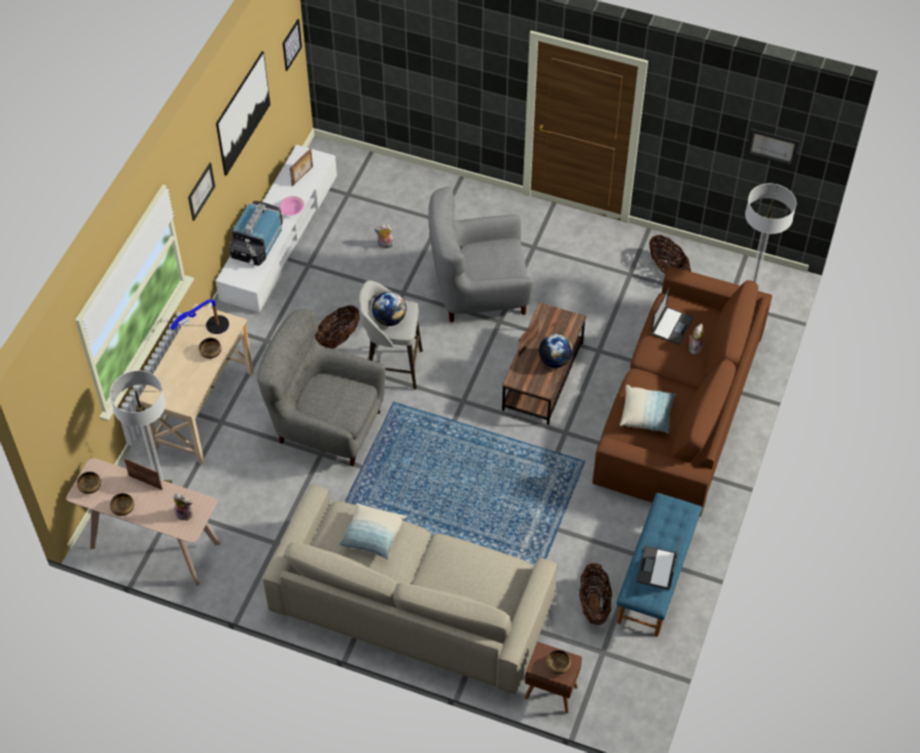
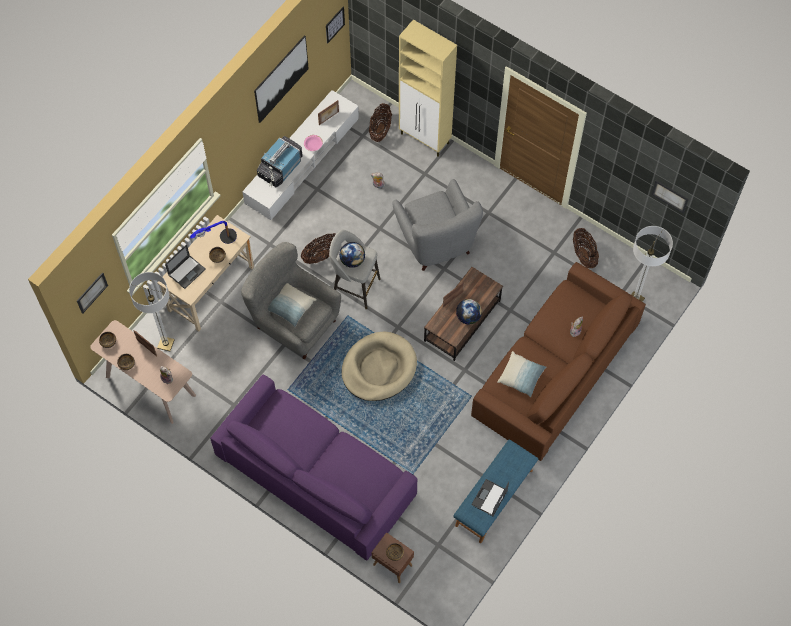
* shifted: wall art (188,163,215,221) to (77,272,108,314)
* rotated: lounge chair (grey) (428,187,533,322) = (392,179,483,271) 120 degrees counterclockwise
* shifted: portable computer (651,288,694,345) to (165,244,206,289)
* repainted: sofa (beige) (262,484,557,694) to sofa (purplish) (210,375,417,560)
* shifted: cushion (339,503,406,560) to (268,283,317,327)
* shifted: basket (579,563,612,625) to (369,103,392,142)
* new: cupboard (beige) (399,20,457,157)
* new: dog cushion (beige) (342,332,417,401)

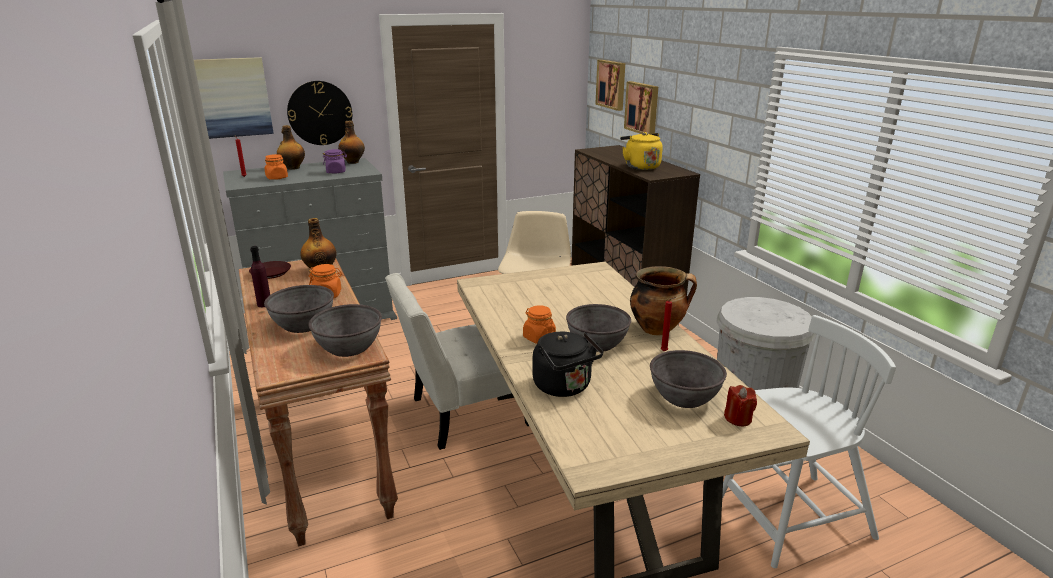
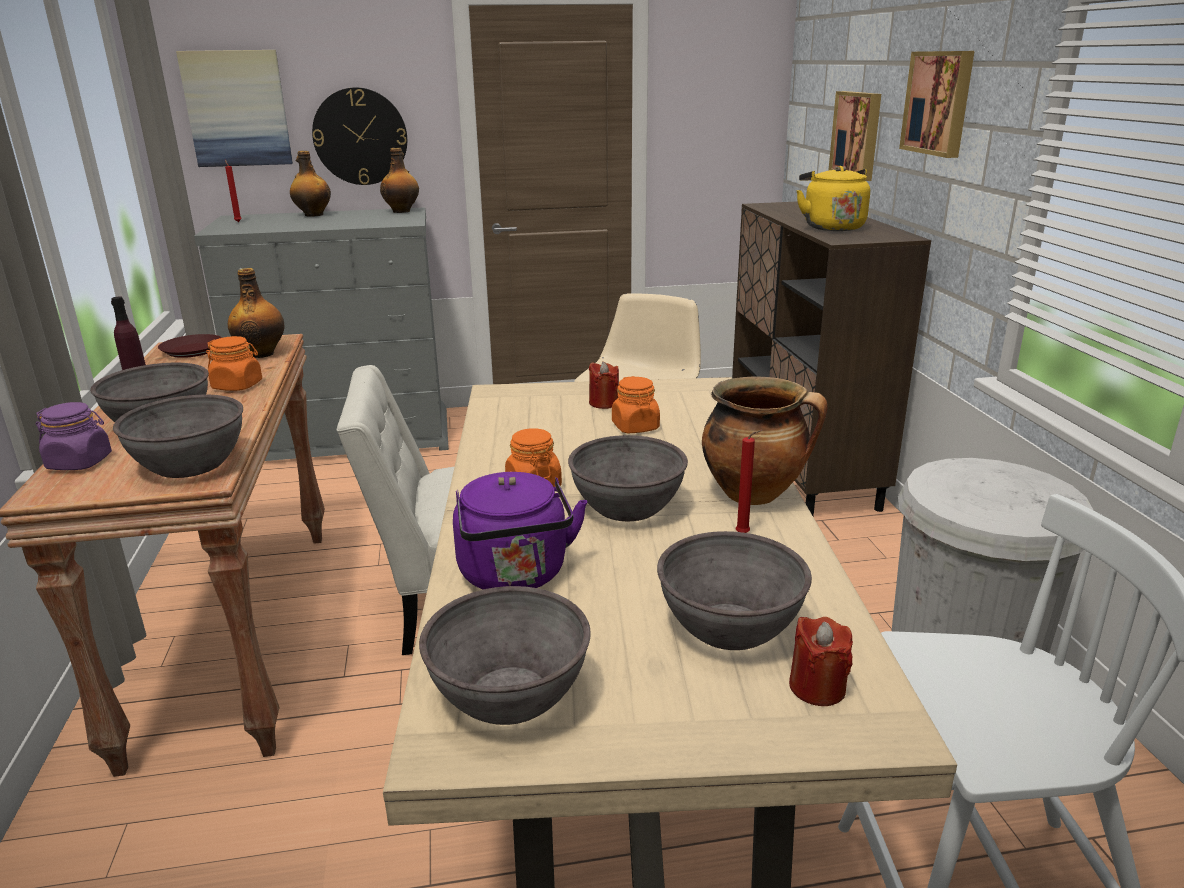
* shifted: wall art (595,60,625,111) to (899,51,974,158)
* shifted: preserve jar (purplish) (323,149,347,174) to (36,402,112,470)
* shifted: preserve jar (orange-coloured) (265,154,288,180) to (612,376,660,433)
* repainted: kettle (black-coloured) (532,332,603,397) to kettle (purplish) (453,472,587,590)
* new: wax light (reddish) (589,361,619,409)
* new: bowl (grey) (419,586,591,725)

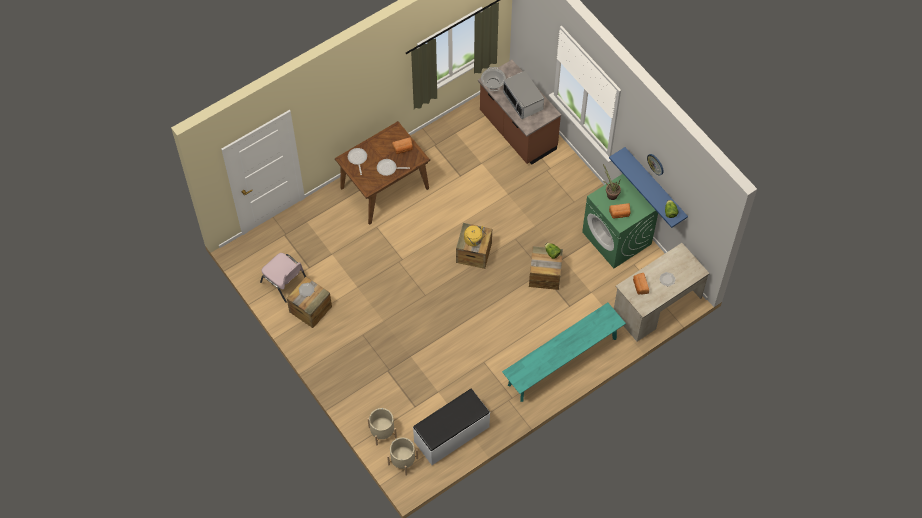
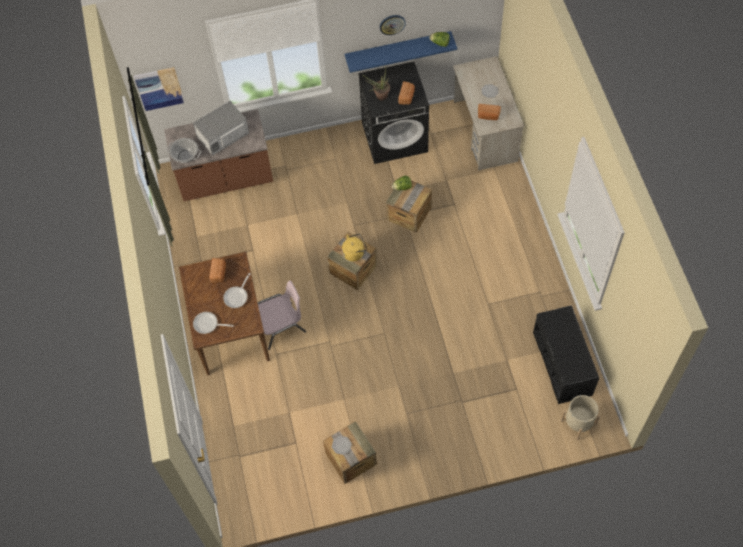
* rotated: microwave oven (503,71,544,119) = (193,101,249,156) 150 degrees clockwise
* repainted: washing machine (green-coloured) (582,174,658,268) to washing machine (black-coloured) (358,61,429,164)
* shifted: chair (pinkish) (260,253,306,303) to (258,280,306,350)
* gone: long seat (turquoise-coloured) (502,302,626,402)
* repainted: long seat (whitish) (413,389,490,465) to long seat (black-coloured) (533,305,599,404)
* gone: plant pot (beige) (367,408,397,445)
* new: wall art (134,67,185,111)

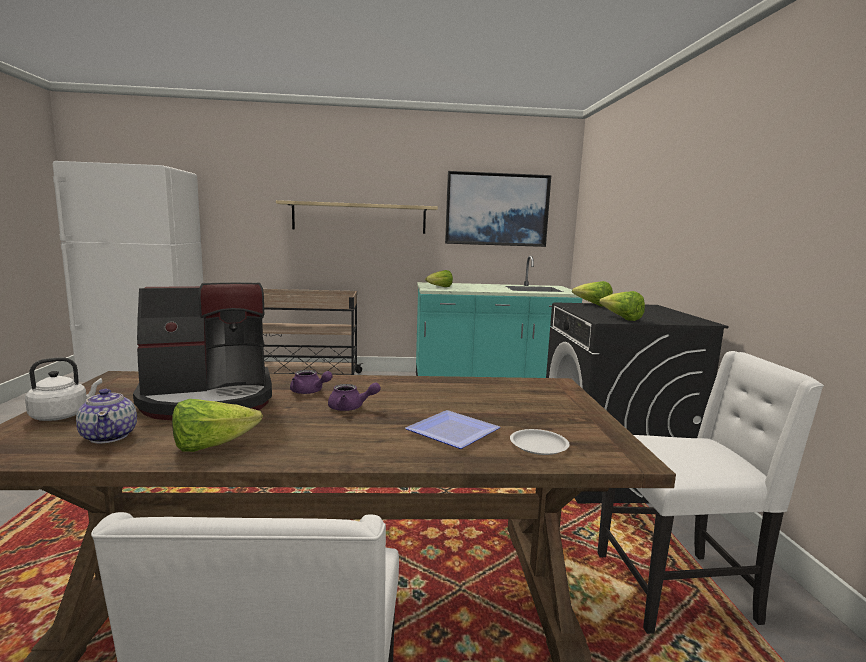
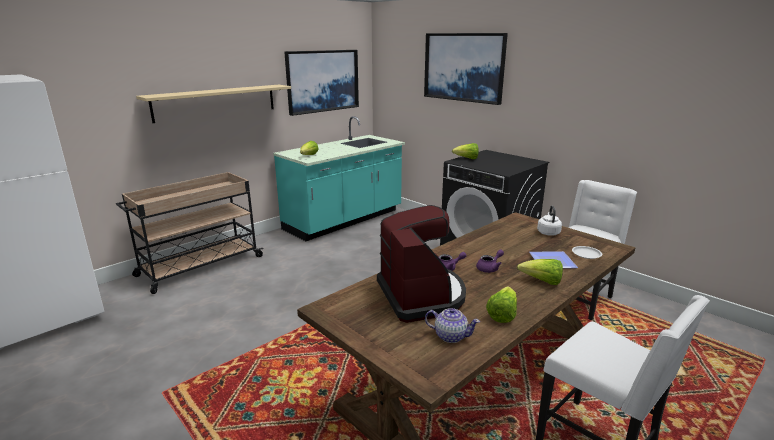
* rotated: coffee brewer (133,282,272,421) = (377,205,466,323) 45 degrees counterclockwise
* shifted: lettuce head (599,291,645,321) to (517,259,563,285)
* shifted: kettle (whitish) (25,357,102,421) to (537,206,562,236)
* new: wall art (424,33,508,105)

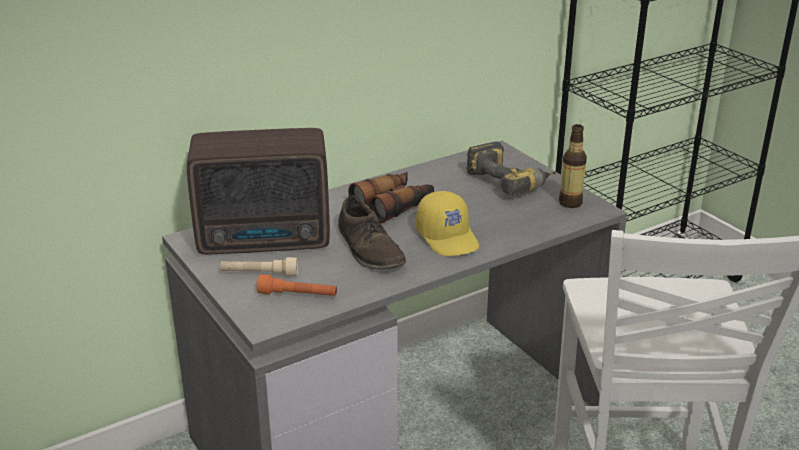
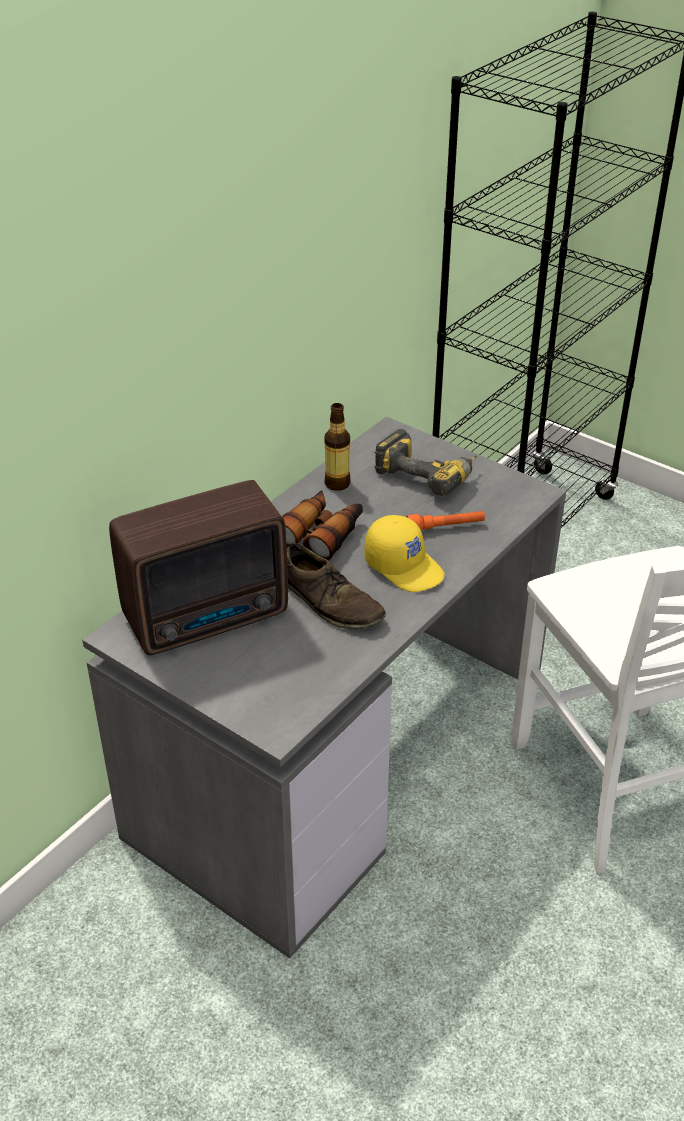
* shifted: drink bottle (559,124,587,208) to (325,403,351,491)
* gone: hand torch (beige) (220,257,298,276)
* shifted: hand torch (orange-coloured) (257,274,337,296) to (407,511,485,531)

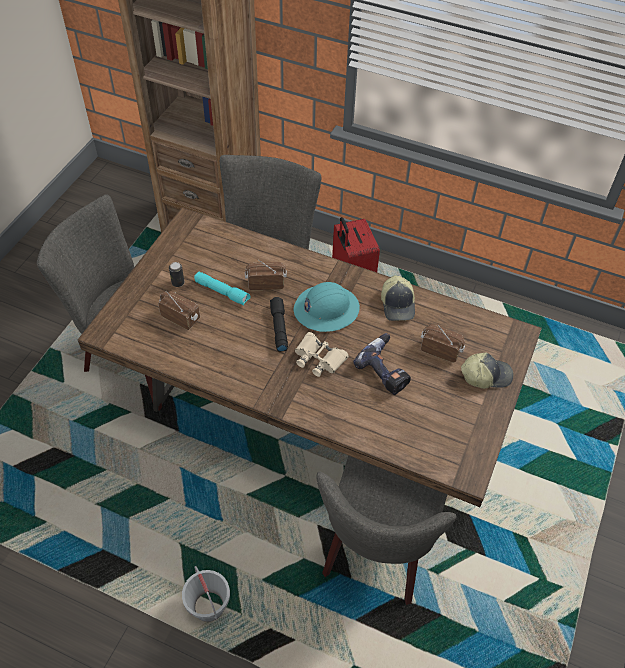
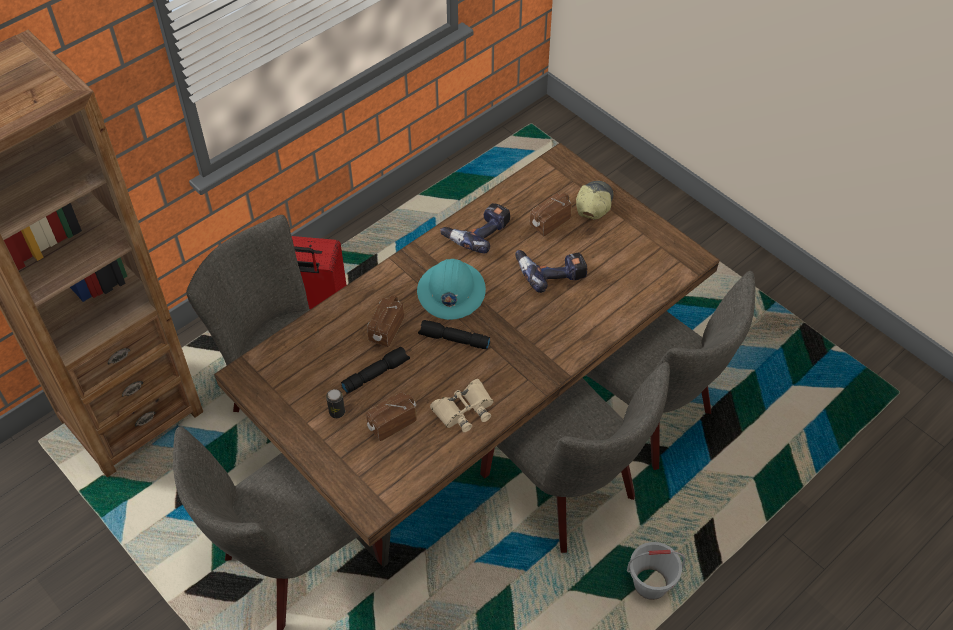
* repainted: hand torch (turquoise-coloured) (194,272,251,305) to hand torch (black-coloured) (341,347,410,393)
* swapped: baseball cap (381,275,415,321) to power drill (440,203,510,254)
* shifted: field glasses (beige) (295,332,349,377) to (430,379,493,432)
* new: chair (grey) (480,362,670,553)

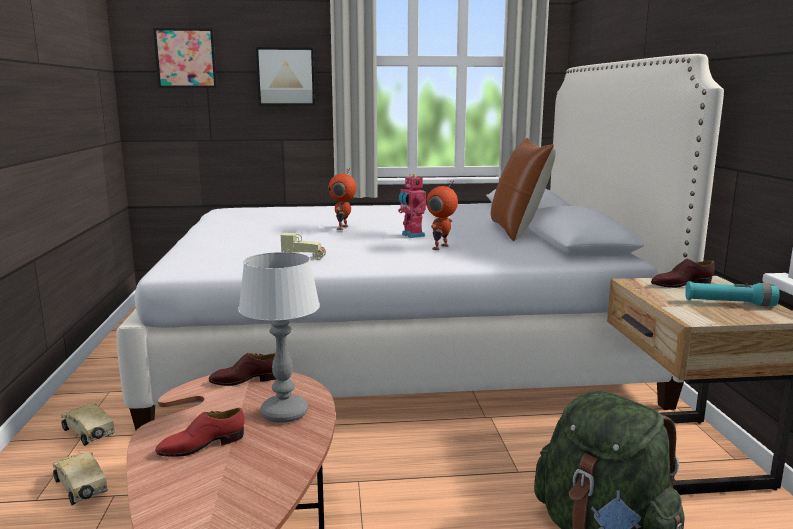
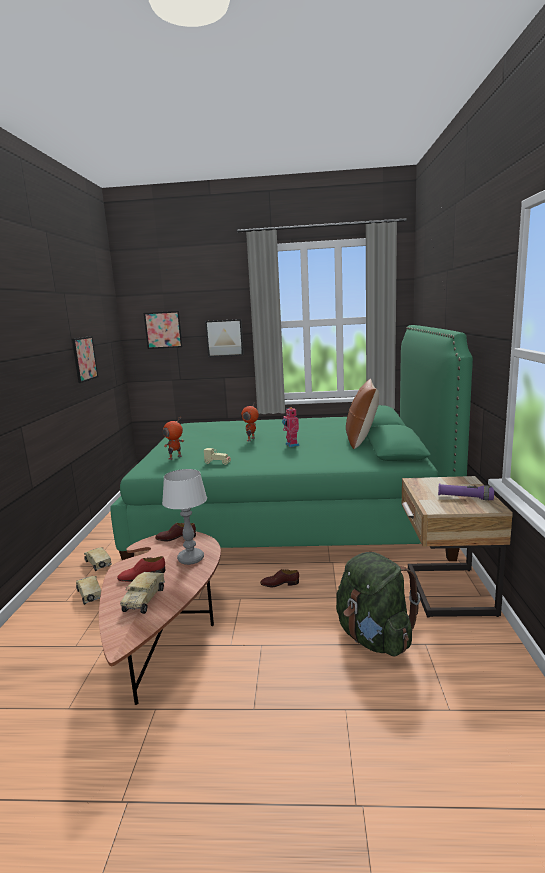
* repainted: sleeping bed (whitish) (116,54,724,430) to sleeping bed (green-coloured) (110,325,473,561)
* shifted: model robot (426,180,458,250) to (163,421,184,460)
* shifted: item of footwear (brown-coloured) (651,259,715,288) to (260,569,299,587)
* repainted: hand torch (turquoise-coloured) (685,281,780,306) to hand torch (purplish) (438,484,494,500)
* new: wall art (72,336,98,383)
* new: model truck (120,570,165,614)

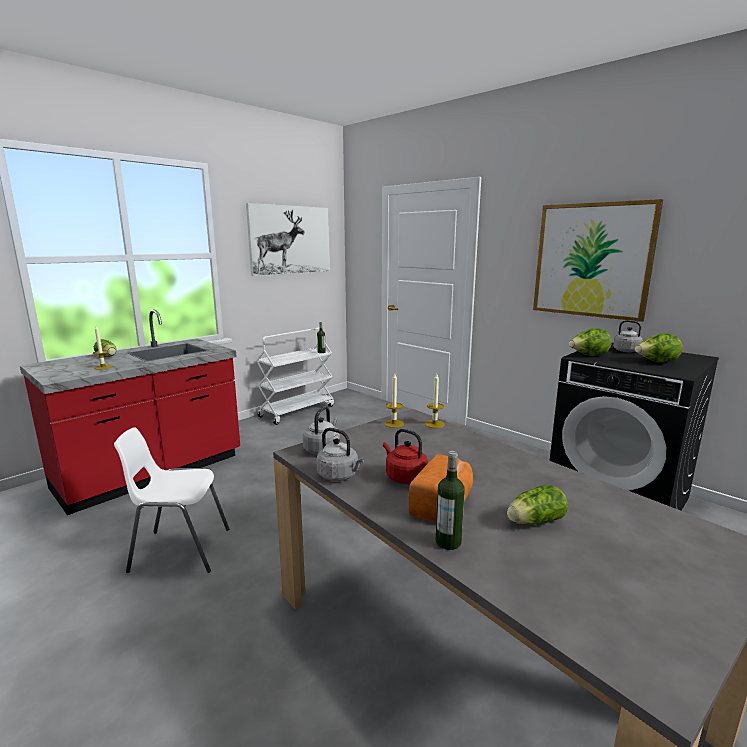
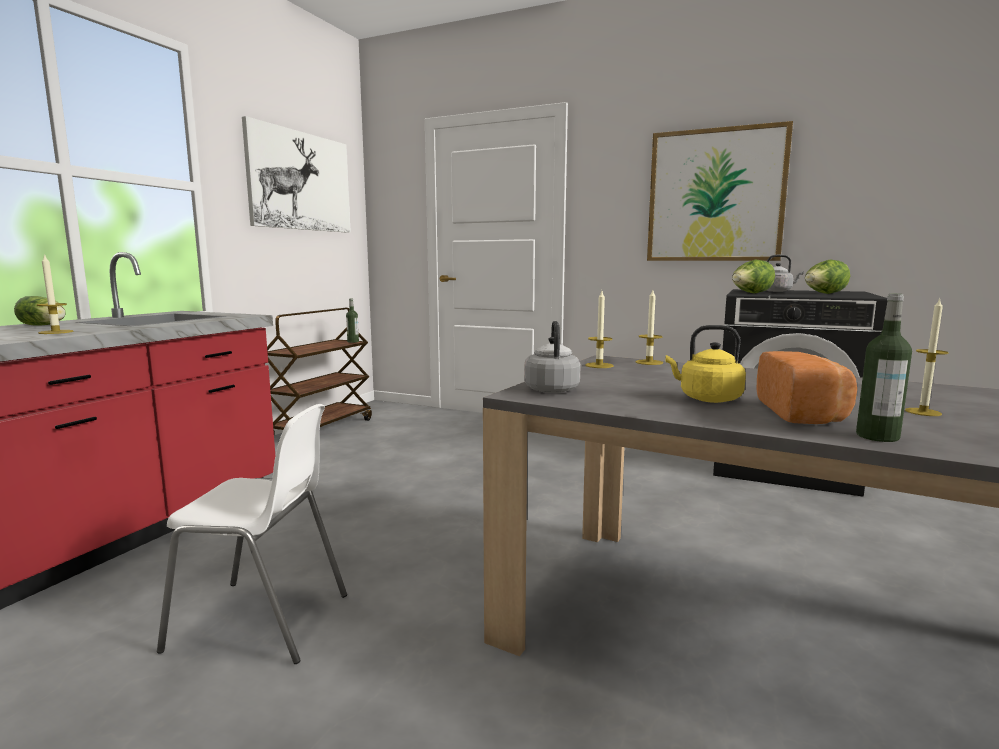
* repainted: wheeled cart (whitish) (256,328,334,425) to wheeled cart (brown-coloured) (267,308,372,435)
* rotated: chair (whitish) (114,427,229,573) = (157,404,347,664) 150 degrees counterclockwise
* gone: kettle (grey) (316,428,364,481)
* repainted: kettle (reddish) (383,429,428,484) to kettle (yellow-coloured) (666,325,746,403)
* swapped: lettuce head (507,485,568,525) to wax light (905,298,948,416)

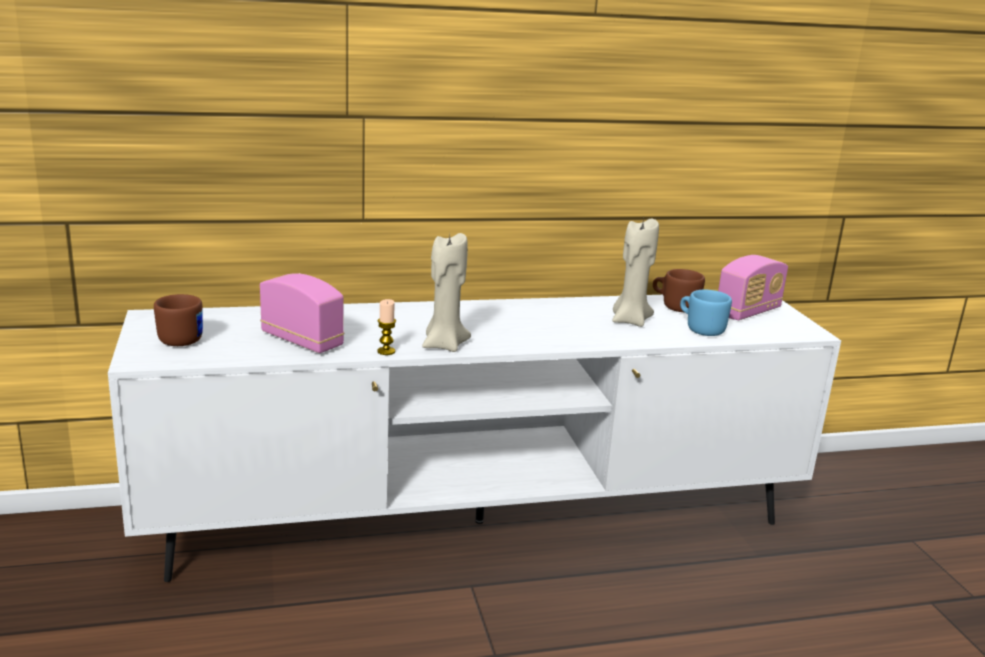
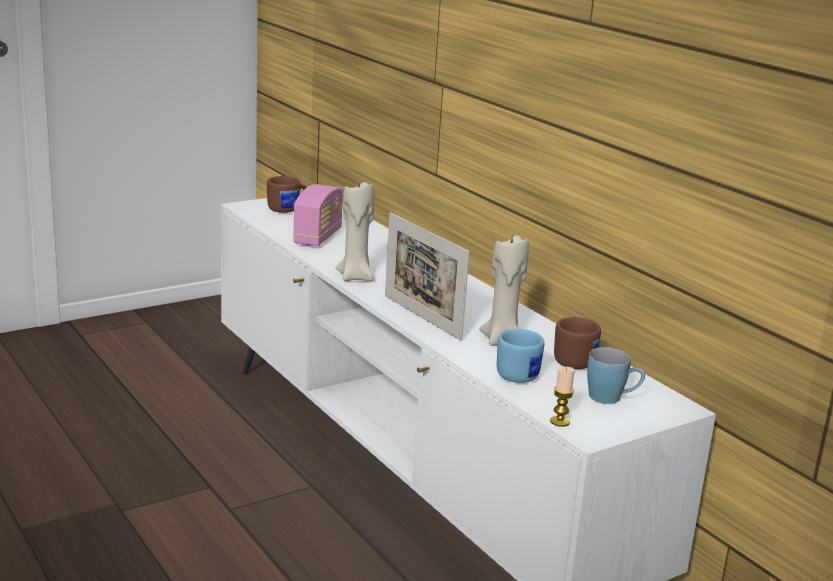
* swapped: radio (718,255,788,320) to tea mug (bluish) (587,347,645,404)
* shifted: wax light (377,299,396,355) to (550,367,575,427)
* new: standing frame (385,213,470,341)

